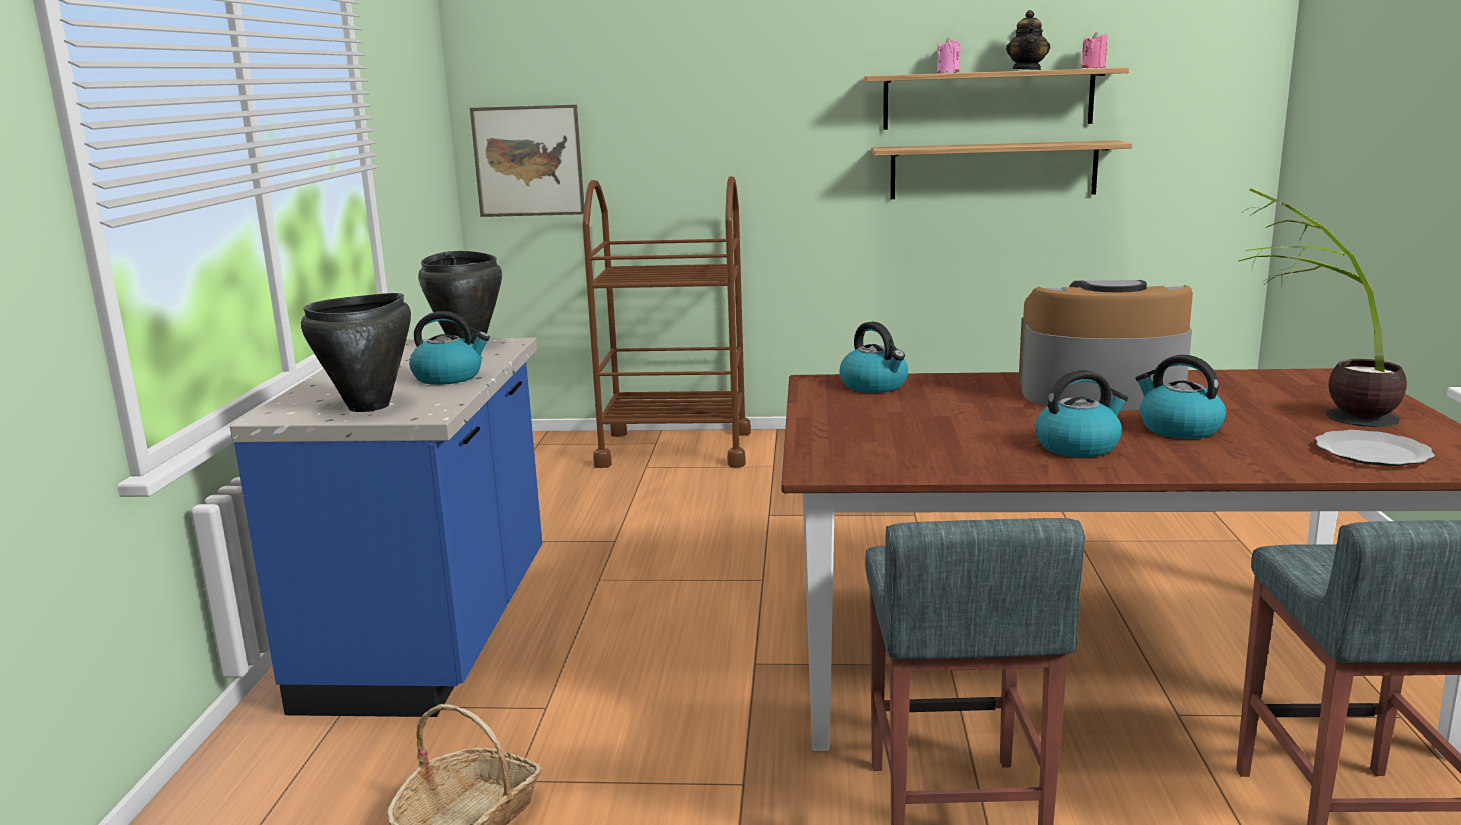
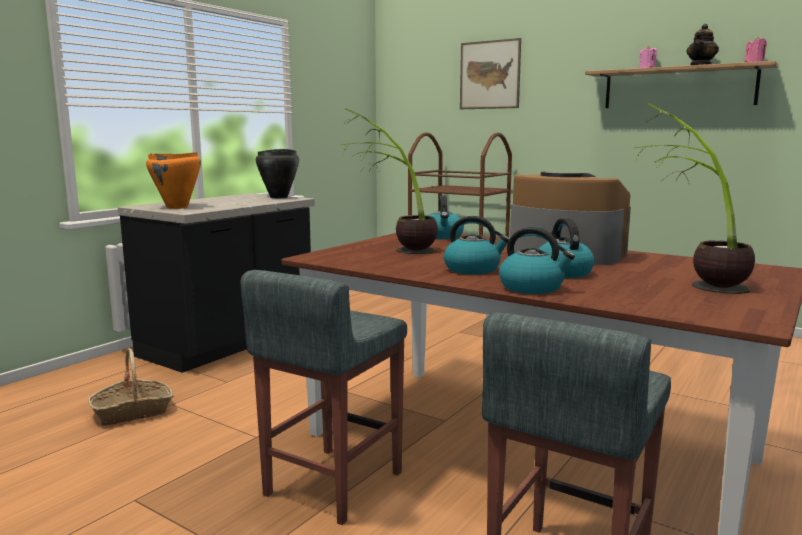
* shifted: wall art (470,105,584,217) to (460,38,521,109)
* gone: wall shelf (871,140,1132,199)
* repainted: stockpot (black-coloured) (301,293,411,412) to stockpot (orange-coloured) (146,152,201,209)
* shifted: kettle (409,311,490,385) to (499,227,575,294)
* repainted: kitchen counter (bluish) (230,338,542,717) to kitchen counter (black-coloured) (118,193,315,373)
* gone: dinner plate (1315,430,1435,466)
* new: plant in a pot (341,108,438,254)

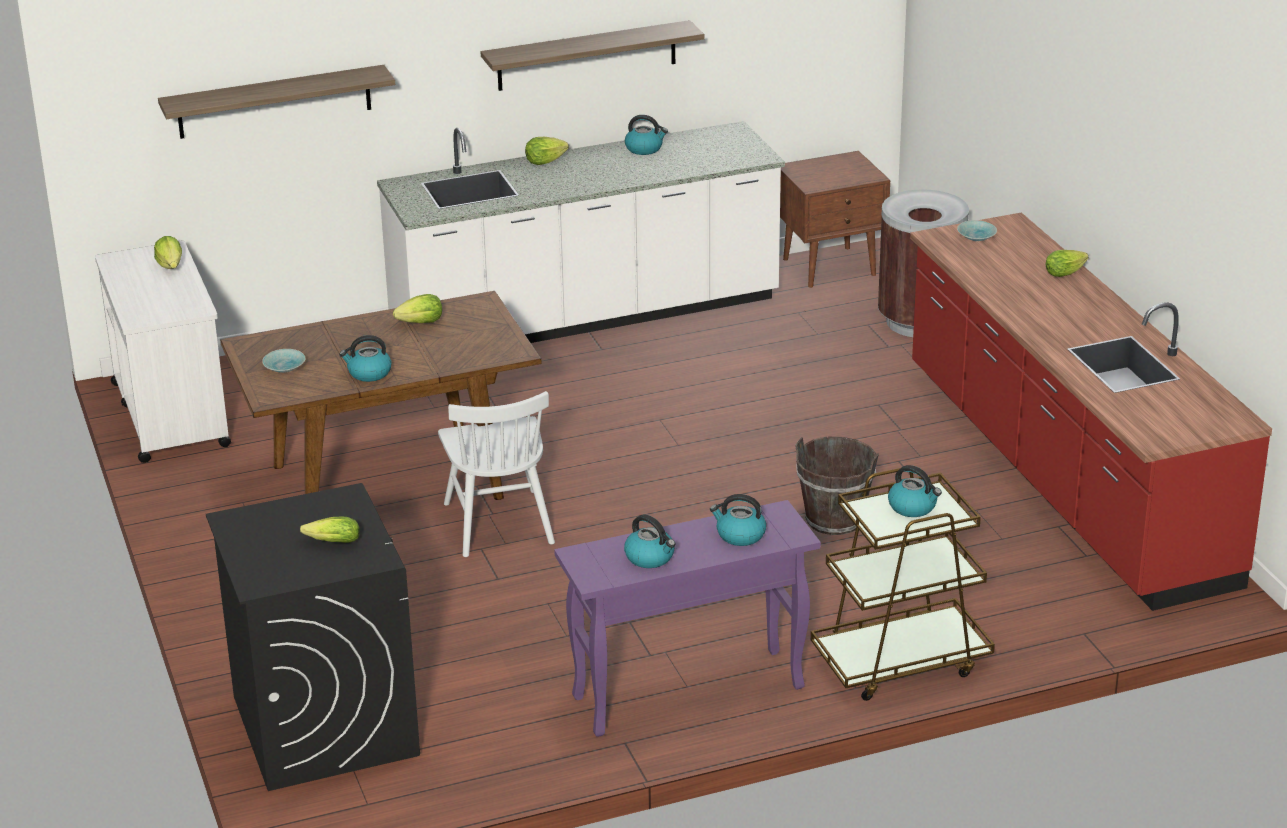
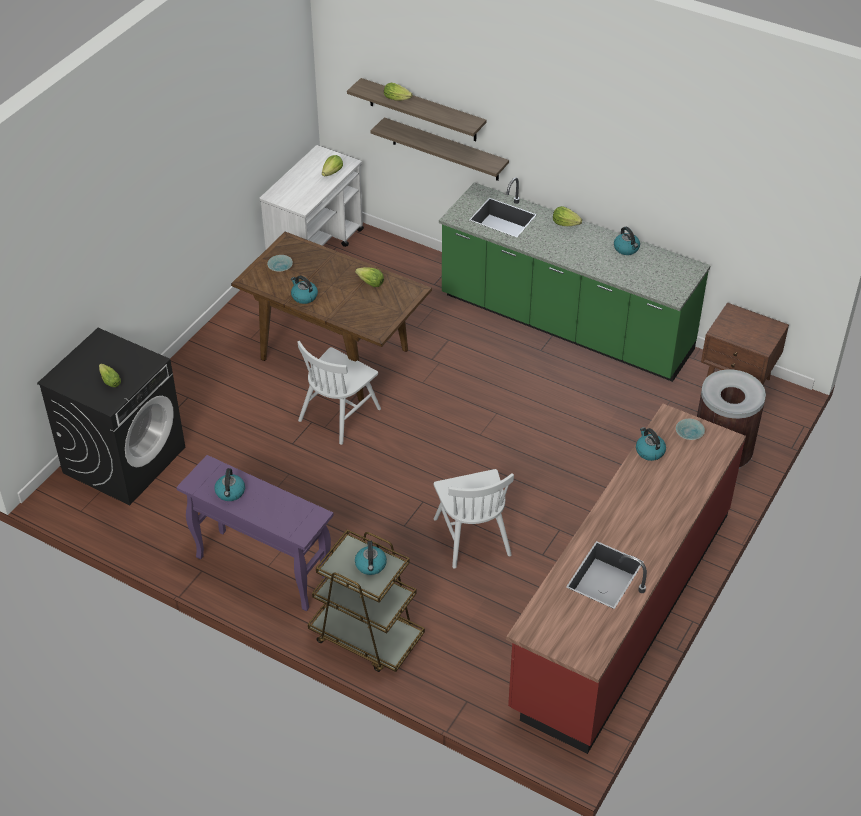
* shifted: wall shelf (480,20,704,91) to (371,117,509,181)
* repainted: kitchen counter (whitish) (377,121,785,343) to kitchen counter (green-coloured) (439,177,711,382)
* shifted: lettuce head (1046,250,1088,277) to (384,83,412,101)
* swapped: pail (brown-coloured) (795,437,879,535) to chair (whitish) (434,469,514,569)
* shifted: kettle (710,494,766,546) to (636,427,666,461)

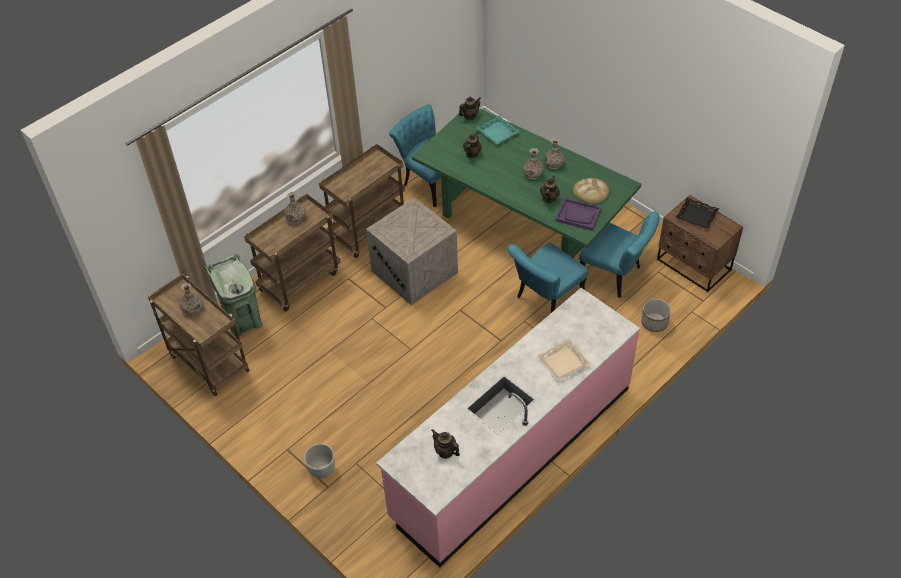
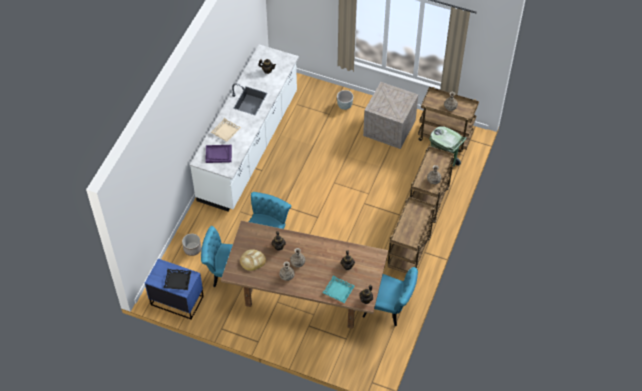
* repainted: kitchen table (green-coloured) (412,108,641,258) to kitchen table (brown-coloured) (221,221,388,329)
* repainted: bedside table (brown-coloured) (657,195,743,292) to bedside table (bluish) (145,259,204,320)
* shifted: shipping crate (366,197,458,306) to (363,82,418,149)
* shifted: carrying tray (purplish) (555,198,602,231) to (205,145,232,163)
* repainted: kitchen counter (pinkish) (376,288,640,568) to kitchen counter (whitish) (190,44,299,211)

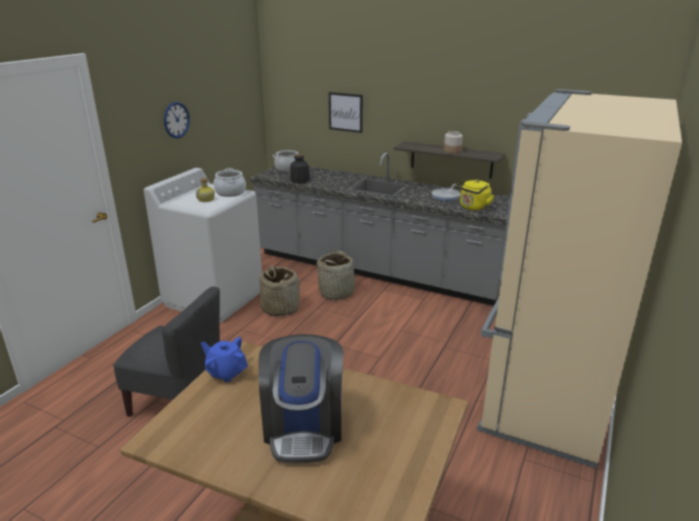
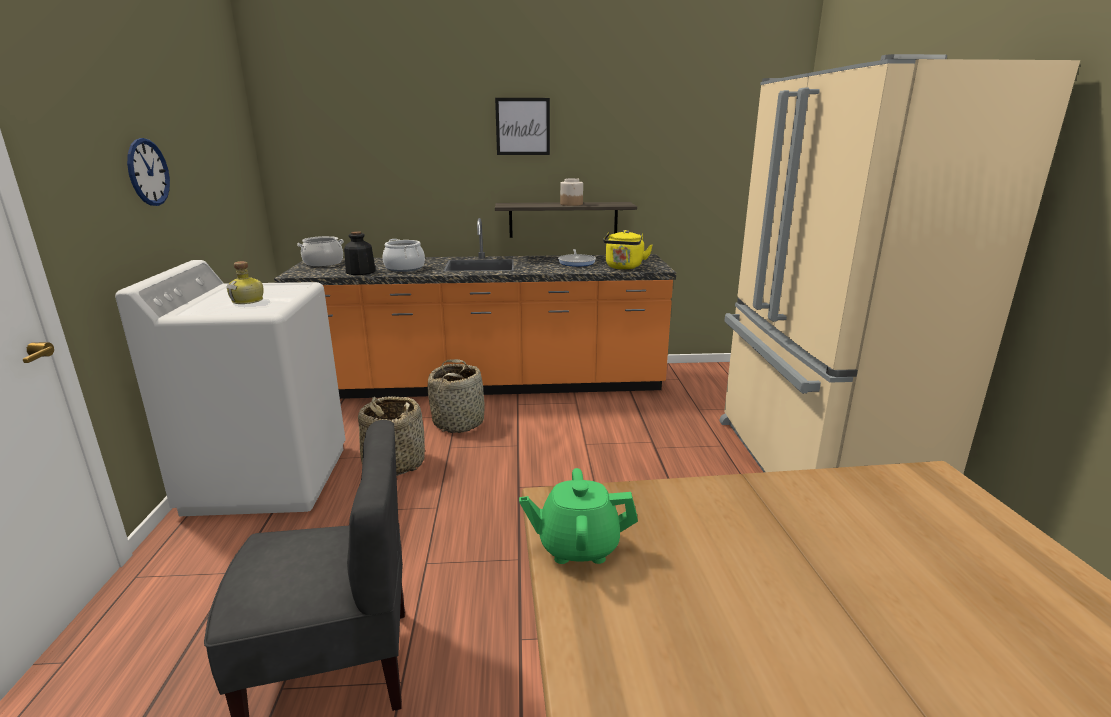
* shifted: wall art (329,92,363,133) to (495,98,550,155)
* repainted: kitchen counter (grey) (250,152,510,306) to kitchen counter (orange-coloured) (274,218,676,399)
* shifted: stockpot (214,168,246,197) to (383,239,425,272)
* gone: coffee brewer (258,334,343,463)
* repainted: teapot (bluish) (201,337,248,382) to teapot (green-coloured) (519,468,638,564)

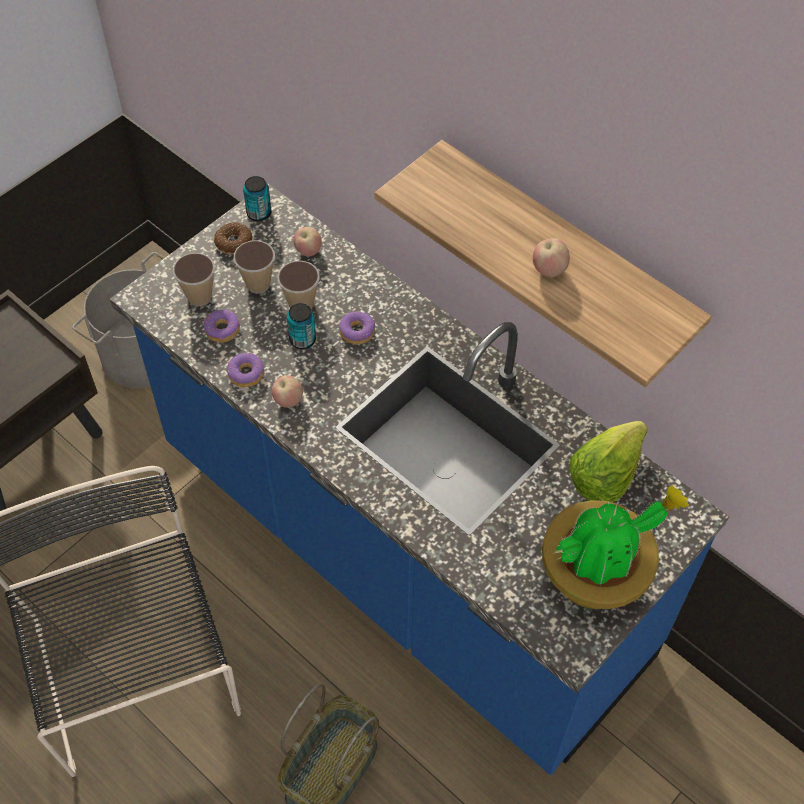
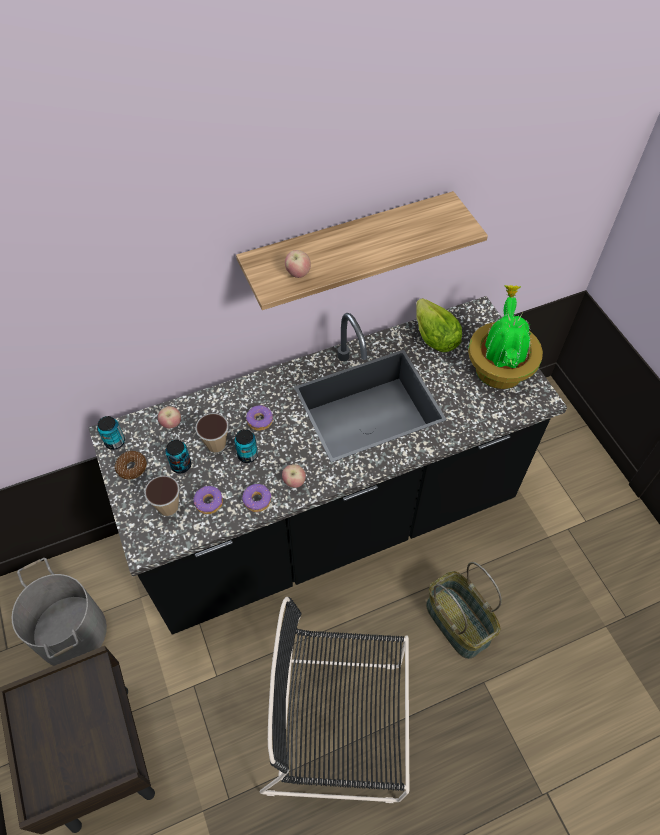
* repainted: kitchen counter (bluish) (110,183,729,775) to kitchen counter (black-coloured) (88,296,567,635)
* shifted: apple fruit (533,238,570,277) to (285,250,311,278)
* swapped: small cup (234,240,275,294) to sealed can (165,440,191,473)

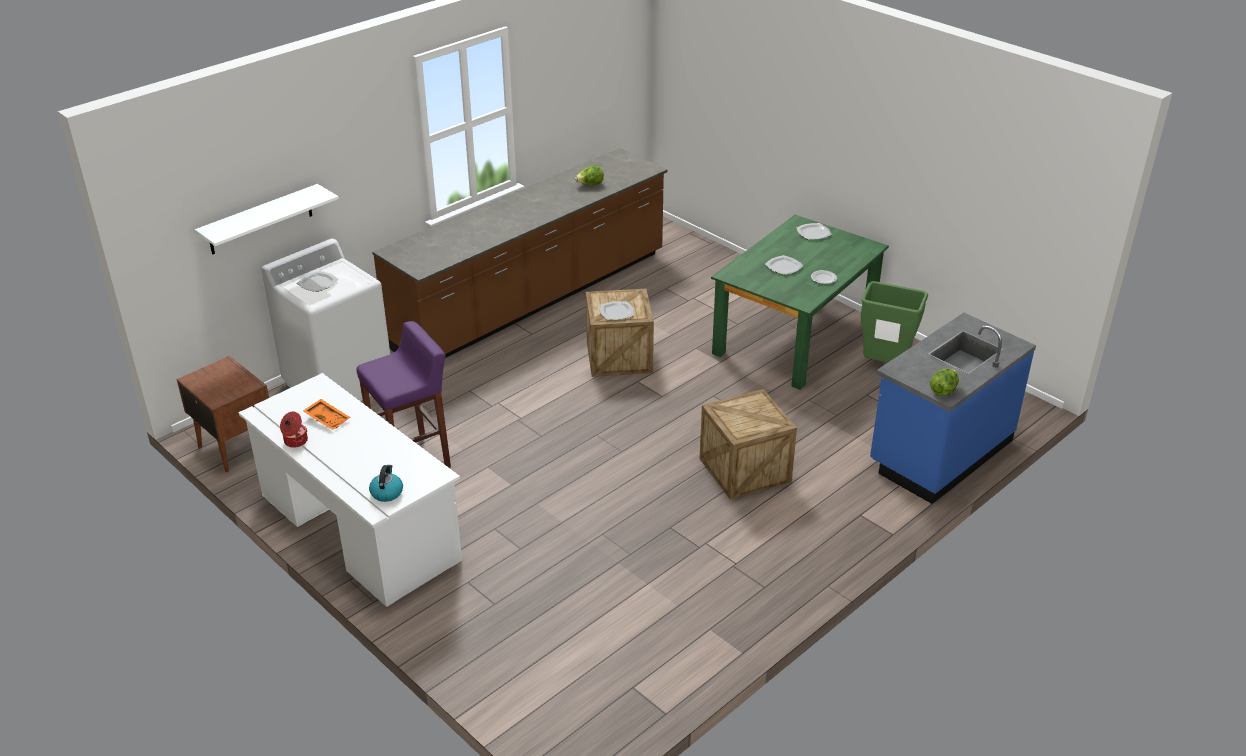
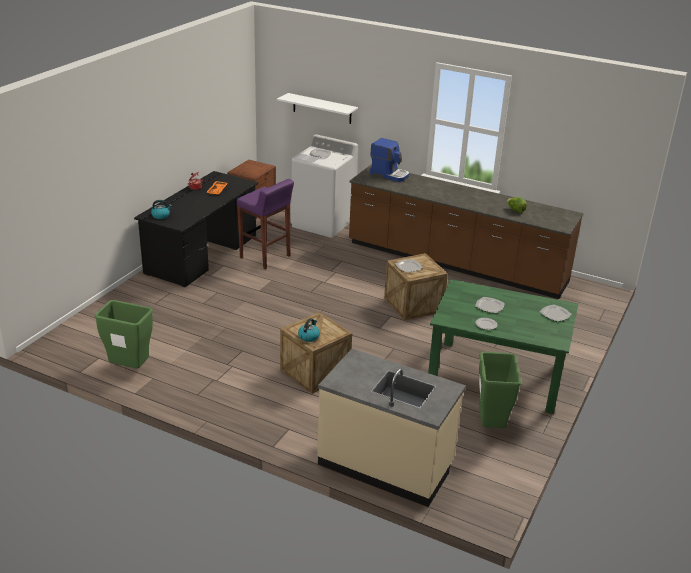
* repainted: kitchen counter (bluish) (870,313,1036,504) to kitchen counter (beige) (317,349,466,507)
* gone: lettuce head (930,369,959,396)
* repainted: desk (whitish) (238,373,462,607) to desk (black-coloured) (134,171,258,287)
* new: coffee brewer (370,138,409,182)
* new: rubbish bin (green-coloured) (95,300,153,368)
* new: kettle (298,318,320,342)

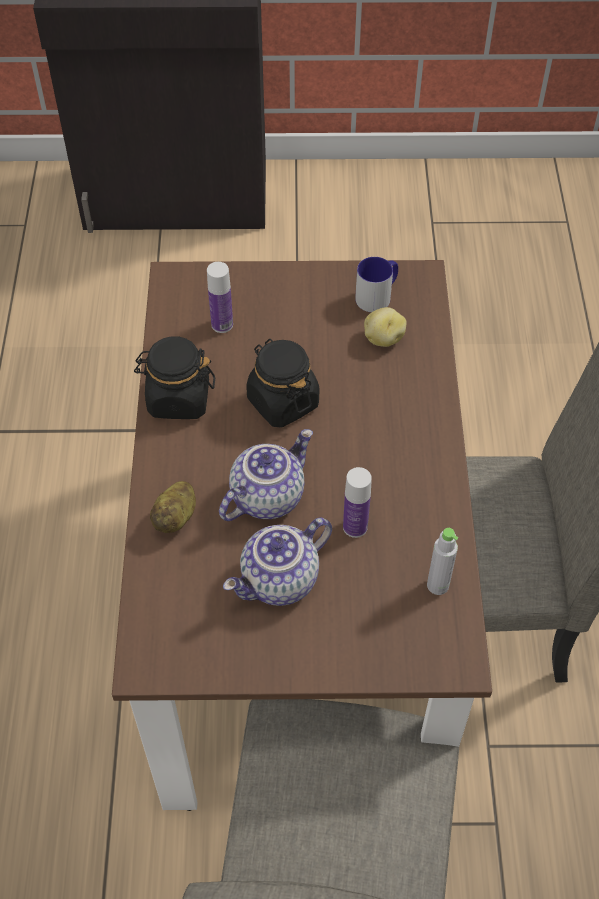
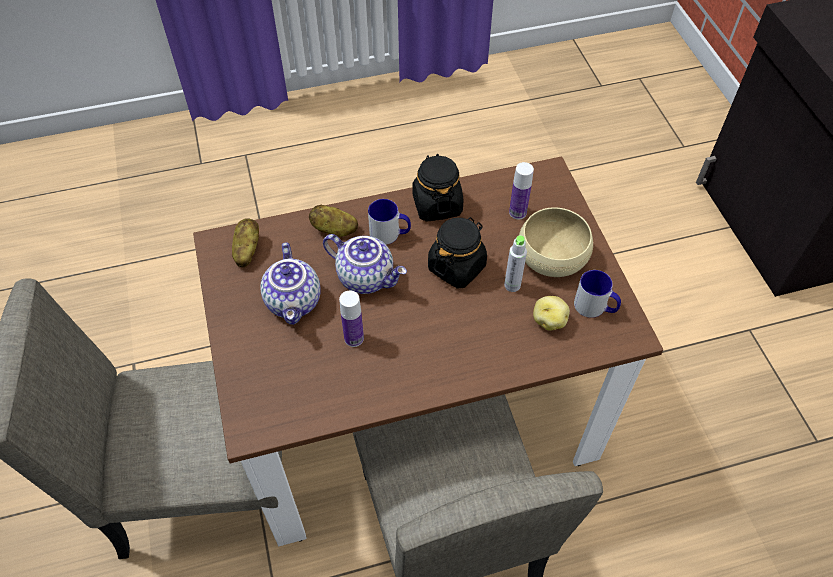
* rotated: teapot (223,517,332,606) = (260,242,321,325) 135 degrees counterclockwise
* shifted: drink bottle (grey) (427,528,458,595) to (504,235,527,292)
* new: tea mug (368,199,411,245)
* new: bowl (beige) (519,207,593,277)
* new: spud (232,218,259,267)

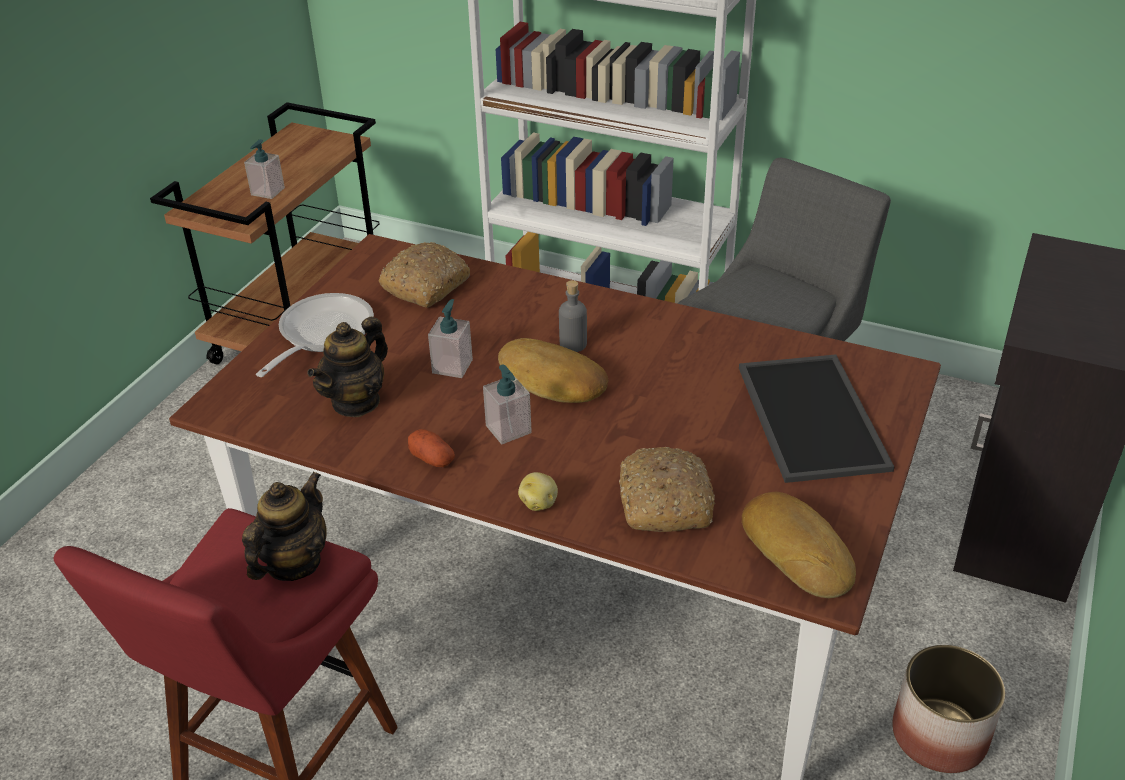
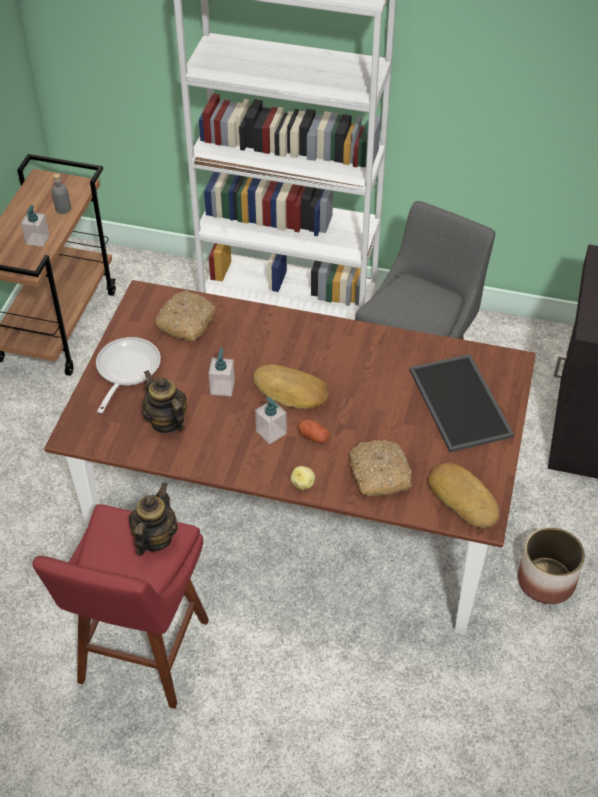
* shifted: drink bottle (grey) (559,280,587,352) to (52,173,71,214)
* rotated: teapot (307,317,388,417) = (142,370,187,434) 120 degrees clockwise
* shifted: spud (408,429,455,467) to (298,419,330,443)

